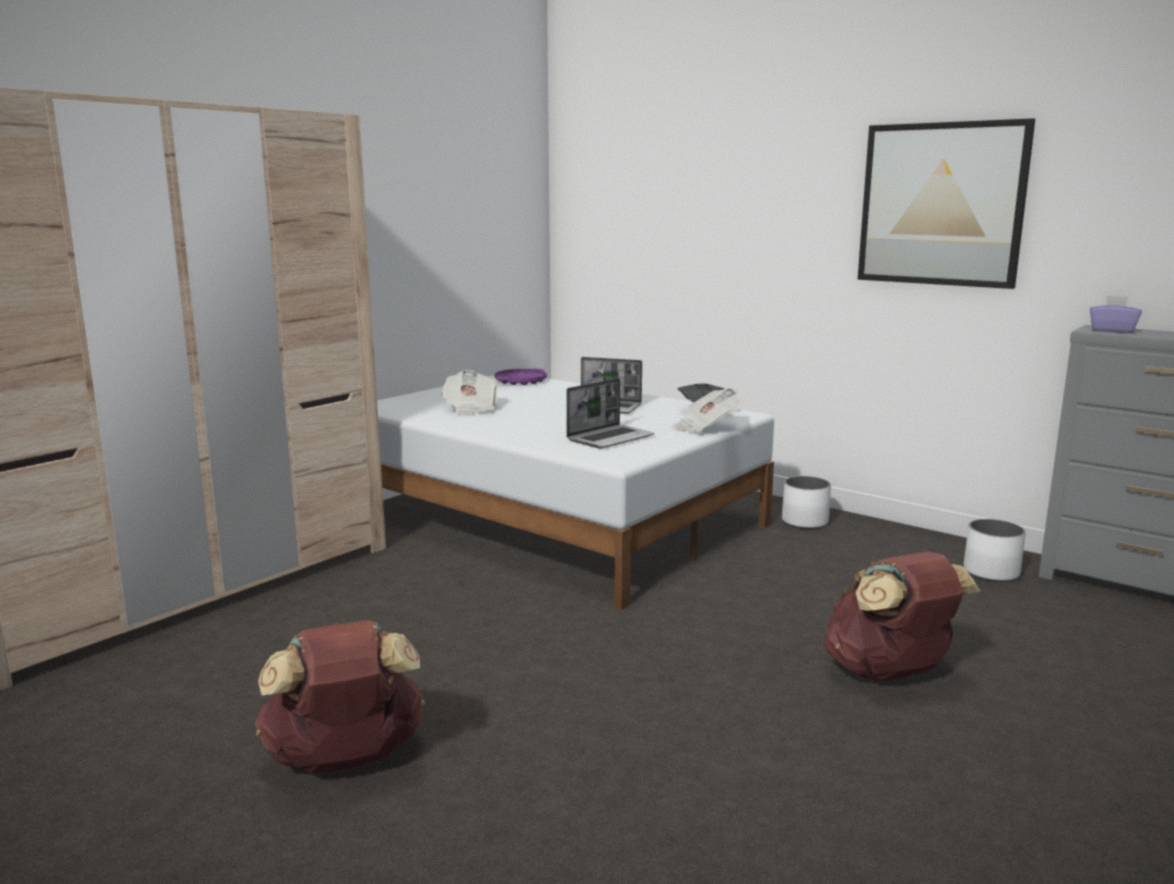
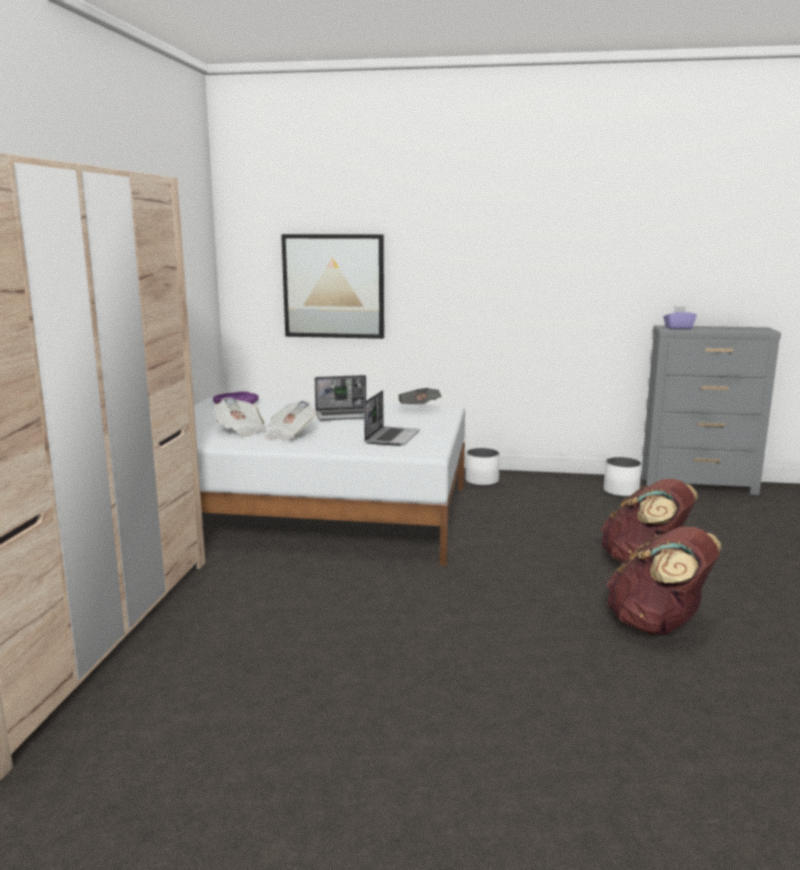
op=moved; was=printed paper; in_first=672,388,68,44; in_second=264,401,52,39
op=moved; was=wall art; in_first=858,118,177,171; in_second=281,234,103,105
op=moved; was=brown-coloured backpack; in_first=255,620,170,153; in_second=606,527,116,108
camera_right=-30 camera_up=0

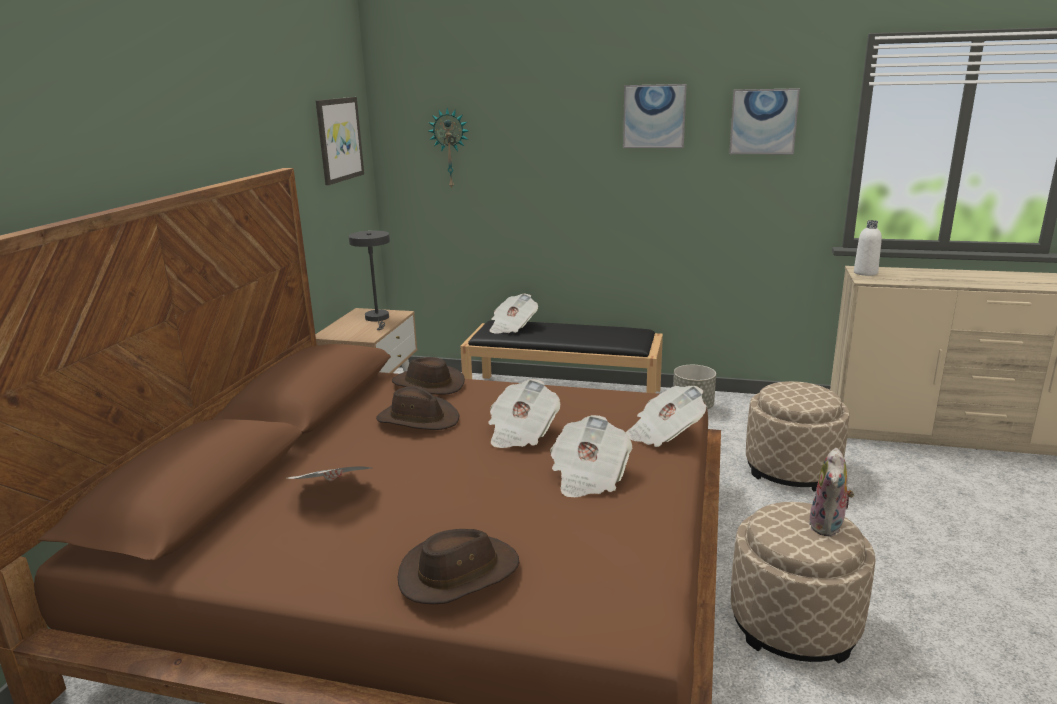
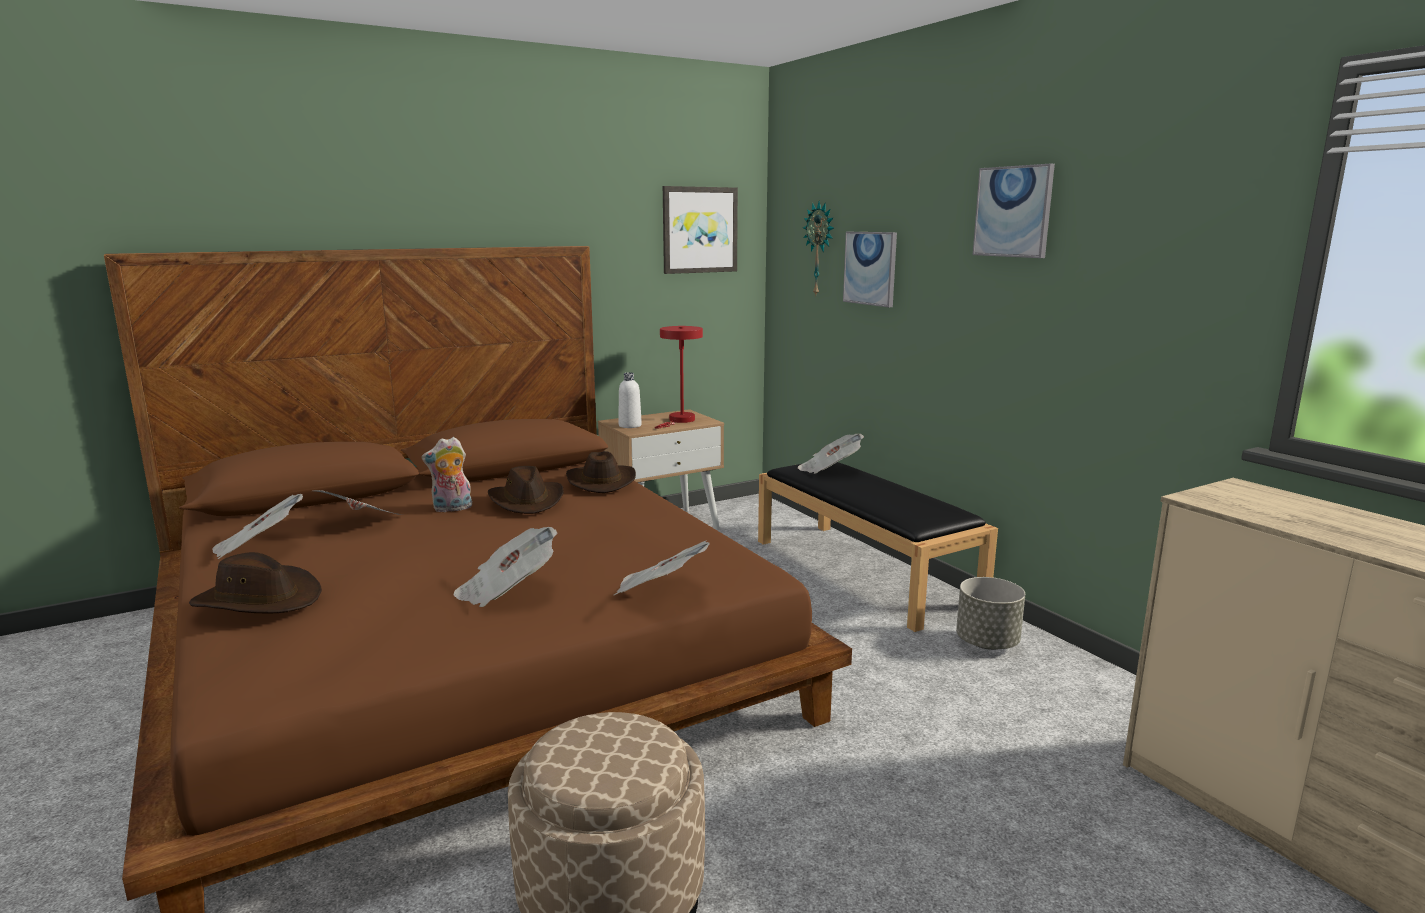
op=moved; was=printed paper; in_first=488,379,72,69; in_second=212,494,91,65
op=moved; was=soft toy; in_first=808,448,47,89; in_second=421,437,51,76
op=moved; was=white bottle; in_first=854,220,28,56; in_second=619,373,23,55
op=recoloured; was=grey tabletop lamp; now=reddish tabletop lamp; in_first=349,231,41,99; in_second=655,326,48,102
op=moved; was=wall art; in_first=729,88,71,66; in_second=843,232,54,75
op=removed; was=beige footrest; in_first=746,381,104,111
camera_right=45 camera_up=-5

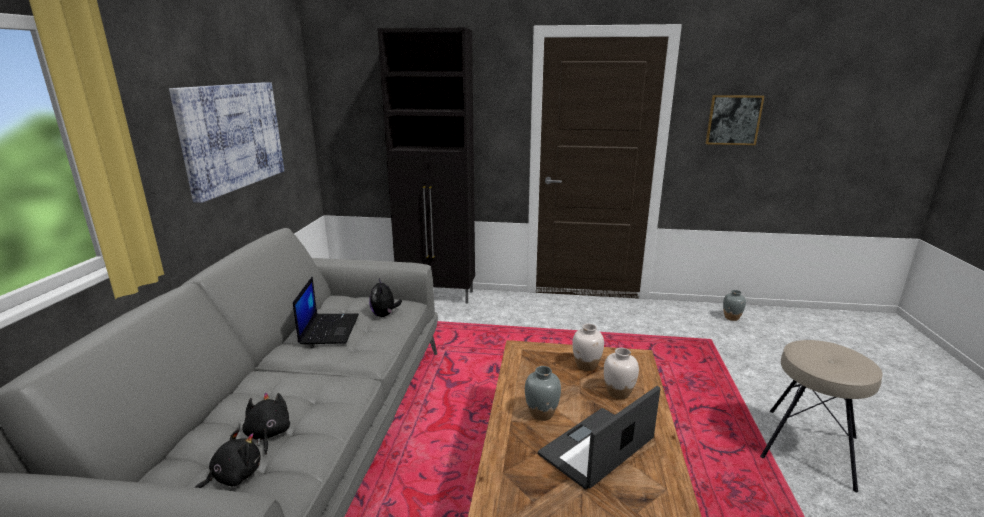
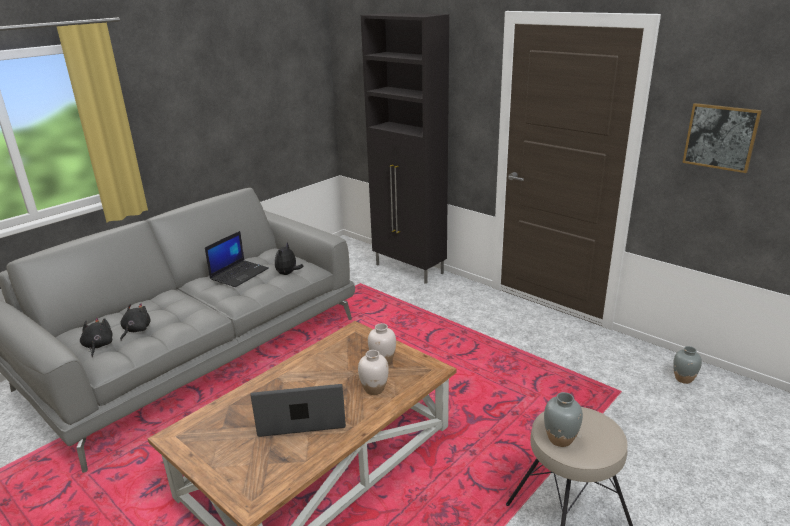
op=turned; was=black soft toy; in_first=194,429,67,59; in_second=80,318,32,39; clockwise=-90
op=moved; was=grey vase; in_first=525,366,36,55; in_second=544,392,39,55
op=removed; was=wall art; in_first=169,82,115,121
camera_right=35 camera_up=5

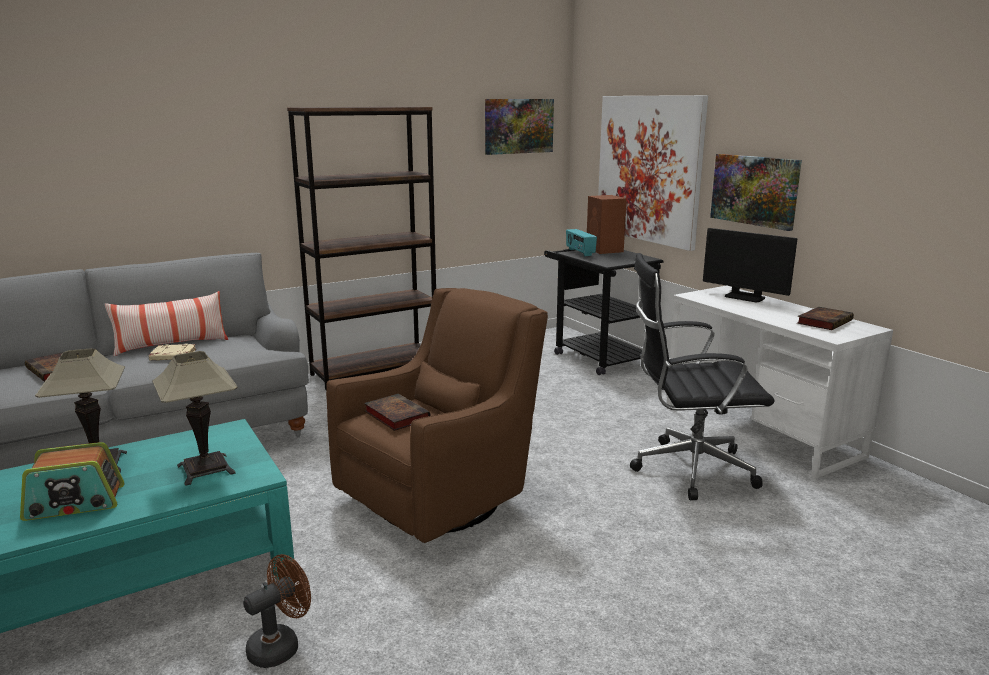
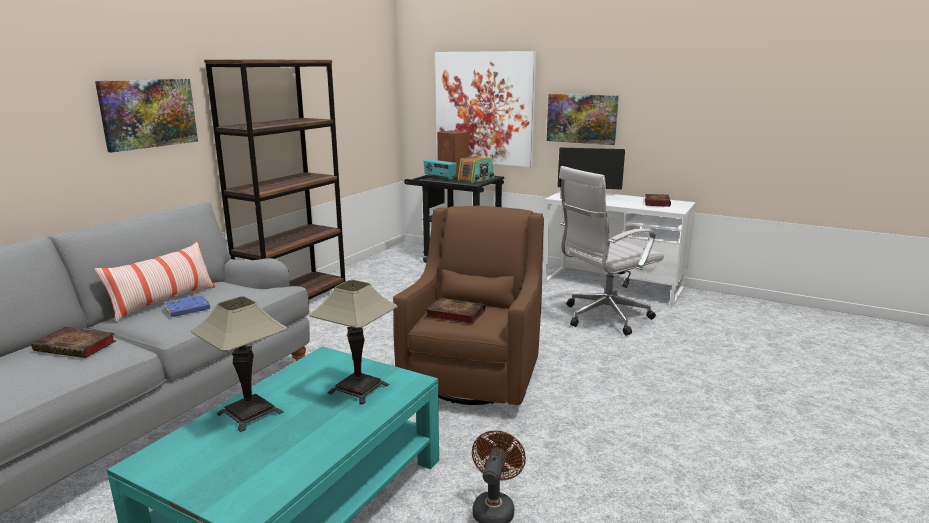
op=moved; was=wall art; in_first=485,99,69,56; in_second=95,79,103,73
op=recoloured; was=beige book; now=blue-coloured book; in_first=149,344,47,16; in_second=164,294,46,23
op=moved; was=radio set; in_first=20,442,104,79; in_second=458,156,36,27
op=recoloured; was=black office chair; now=white office chair; in_first=630,253,144,247; in_second=559,166,105,170
camera_right=-30 camera_up=0

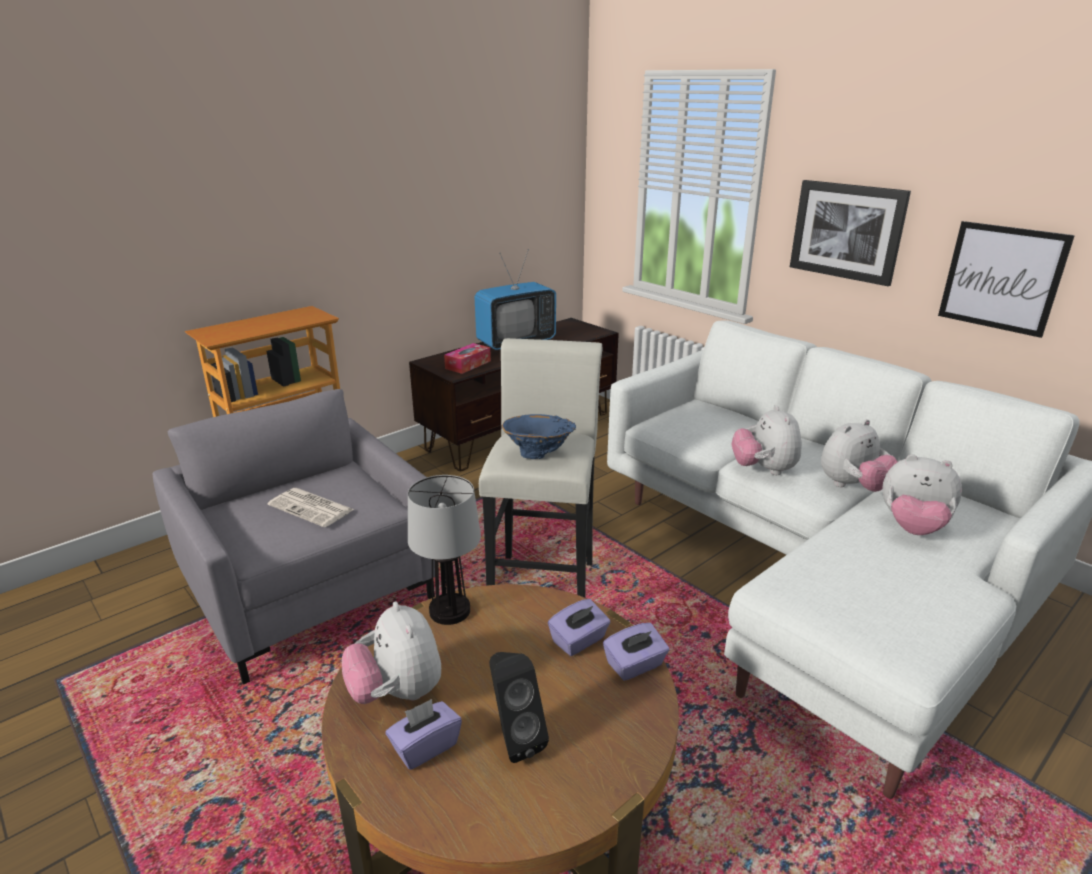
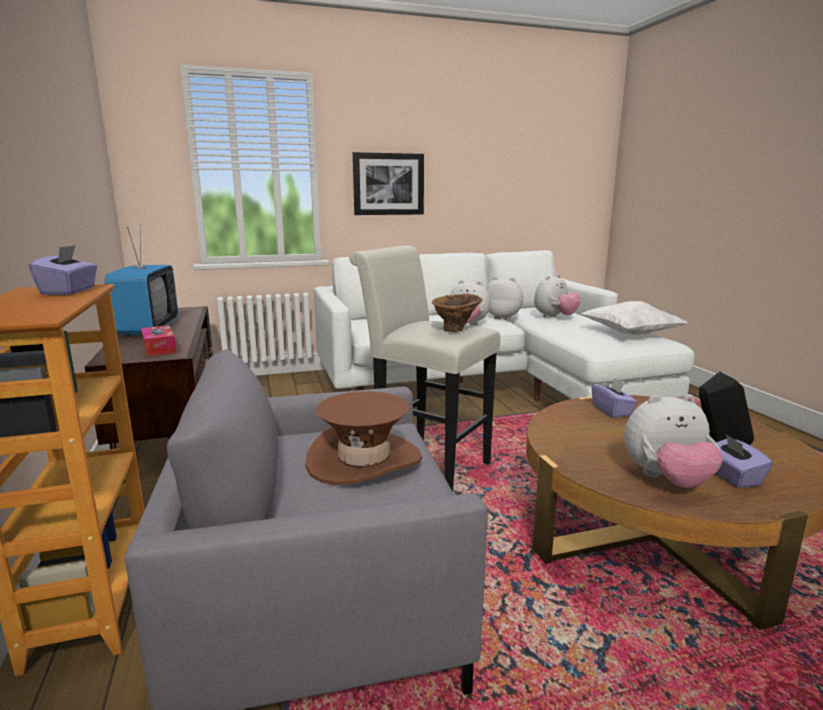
op=moved; was=purplish tissue box; in_first=603,623,66,58; in_second=29,245,69,50
op=replaced; was=printed paper; now=brown-coloured wearable hat; in_first=268,488,87,39; in_second=306,391,116,94
op=recoloured; was=blue-coloured vase; now=brown-coloured vase; in_first=502,414,74,45; in_second=432,294,51,38
op=turned; was=soft toy; in_first=821,419,76,73; in_second=486,277,37,43; clockwise=-60
op=added; now=white pillow; in_second=581,301,107,34
op=removed; was=tabletop lamp; in_first=408,475,73,150
op=removed; was=wall art; in_first=938,221,137,117
camera_right=-65 camera_up=-10

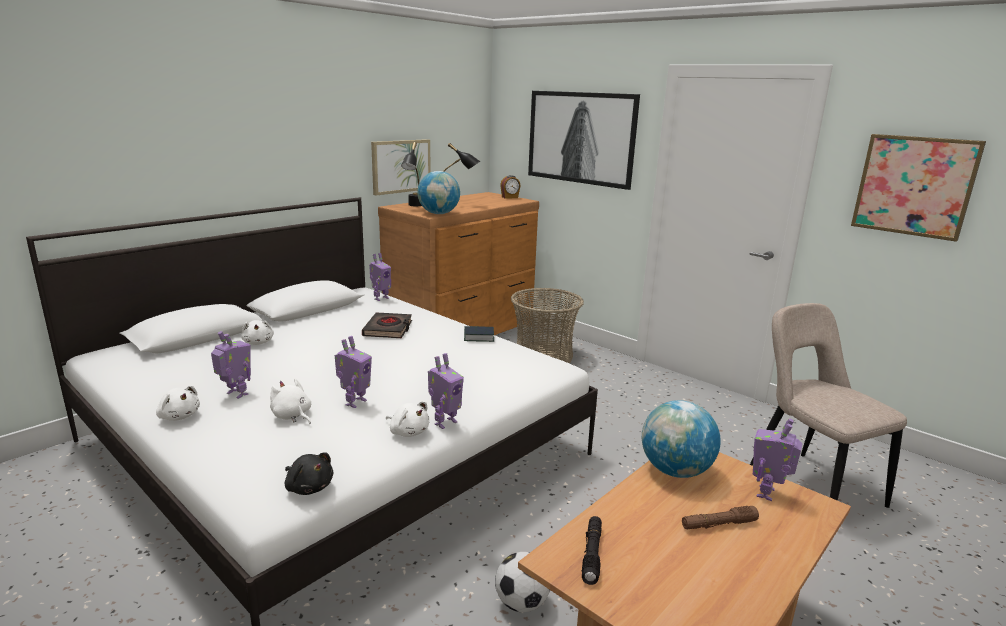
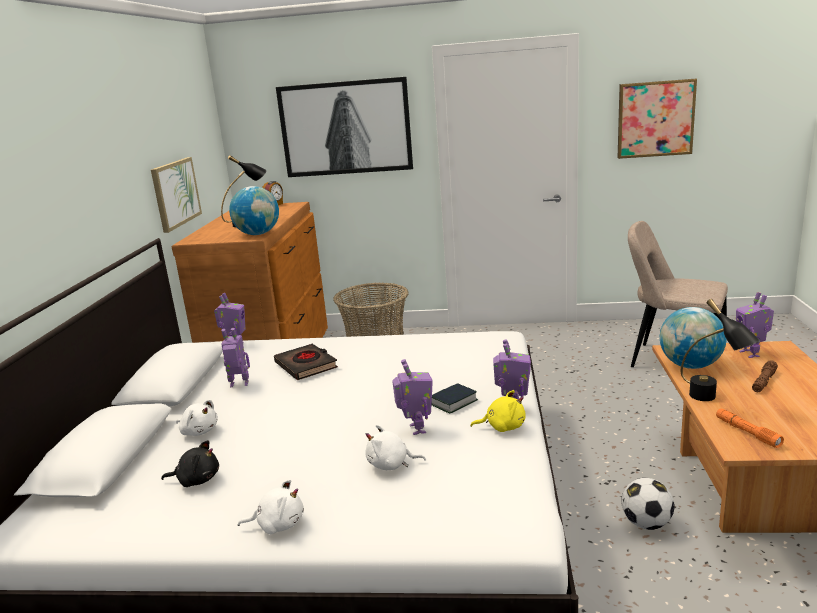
op=moved; was=black soft toy; in_first=285,452,48,43; in_second=161,440,58,47
op=moved; was=model robot; in_first=211,331,40,68; in_second=221,328,29,59
op=moved; was=book; in_first=464,326,30,16; in_second=431,383,47,31
op=recoloured; was=white soft toy; now=yellowish soft toy; in_first=386,401,43,36; in_second=471,390,55,42
op=moved; was=black tabletop lamp; in_first=401,142,21,64; in_second=681,299,79,102
op=recoloured; was=black torch; now=orange-coloured torch; in_first=582,516,20,69; in_second=716,409,68,39
camera_right=-35 camera_up=0

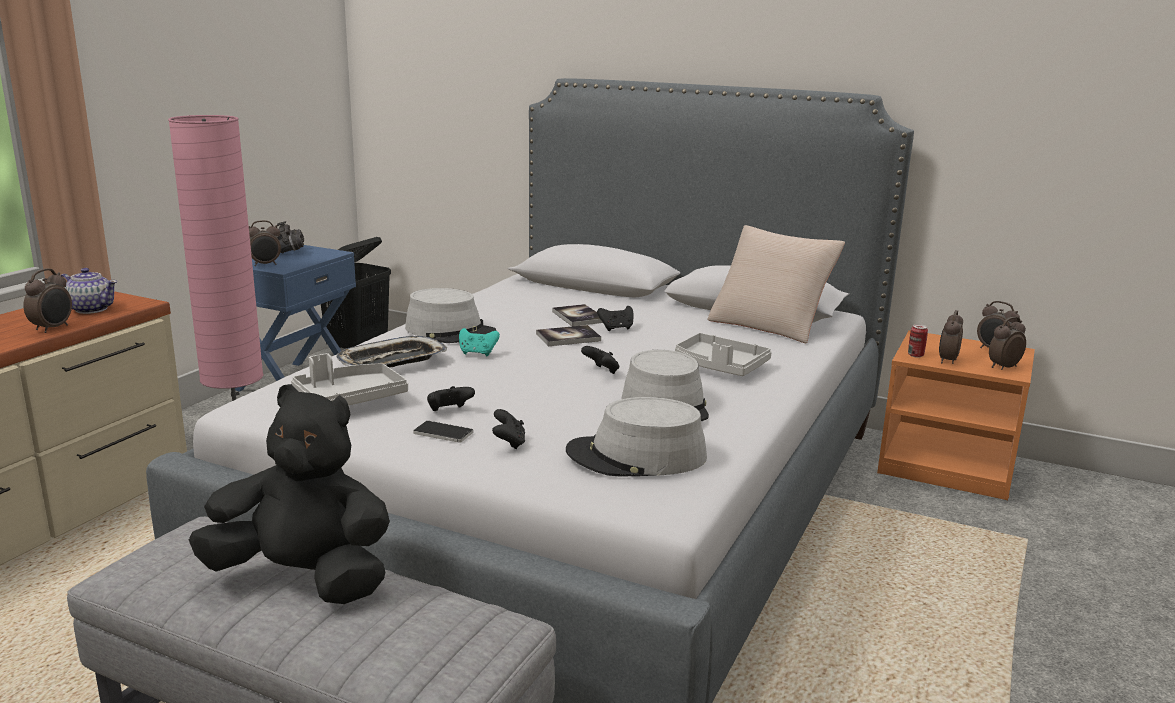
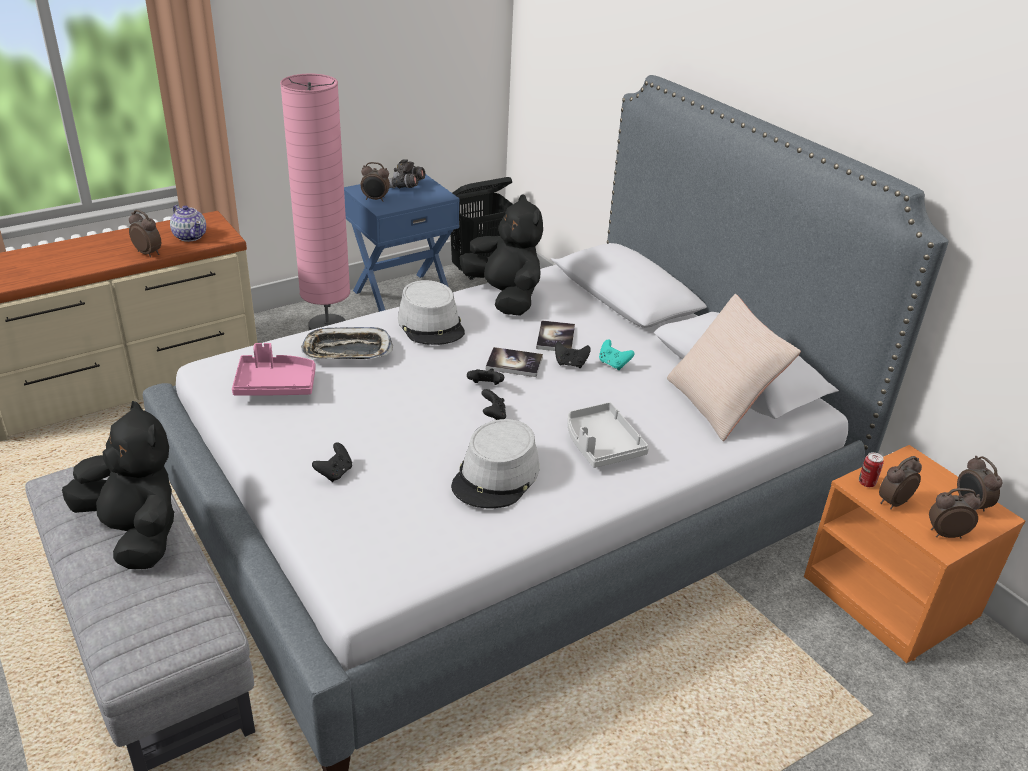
op=turned; was=bedside clock; in_first=23,268,49,65; in_second=129,210,32,47; clockwise=-105
op=recoloured; was=grey tray; now=pink-coloured tray; in_first=291,353,117,52; in_second=232,343,84,53
op=added; now=black soft toy; in_second=459,194,84,122
op=moved; was=black game controller; in_first=427,386,48,25; in_second=467,369,37,16
op=moved; was=turquoise-coloured game controller; in_first=459,328,41,28; in_second=599,339,36,31
op=removed; was=phone; in_first=413,421,60,22
op=removed; was=grey wearable hat; in_first=566,397,141,80
camera_right=30 camera_up=15

